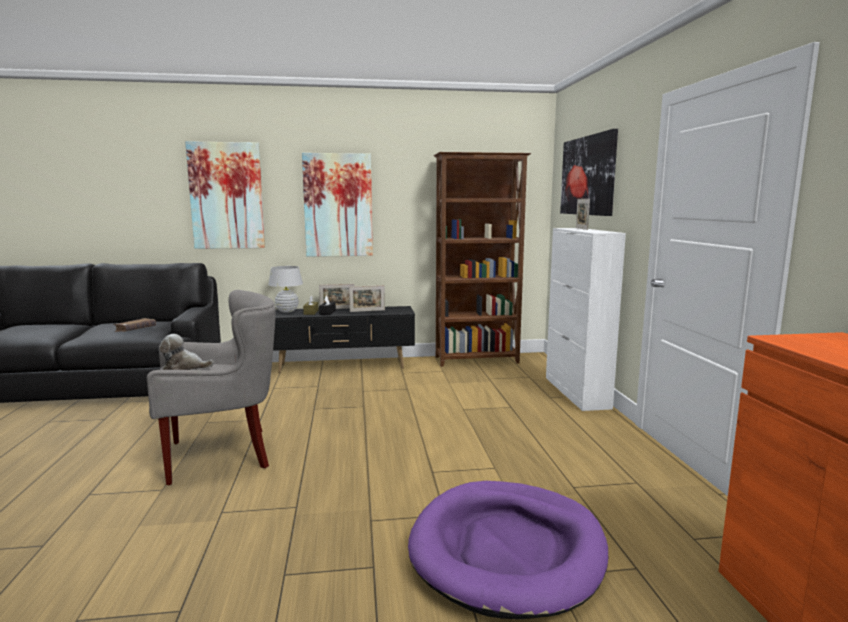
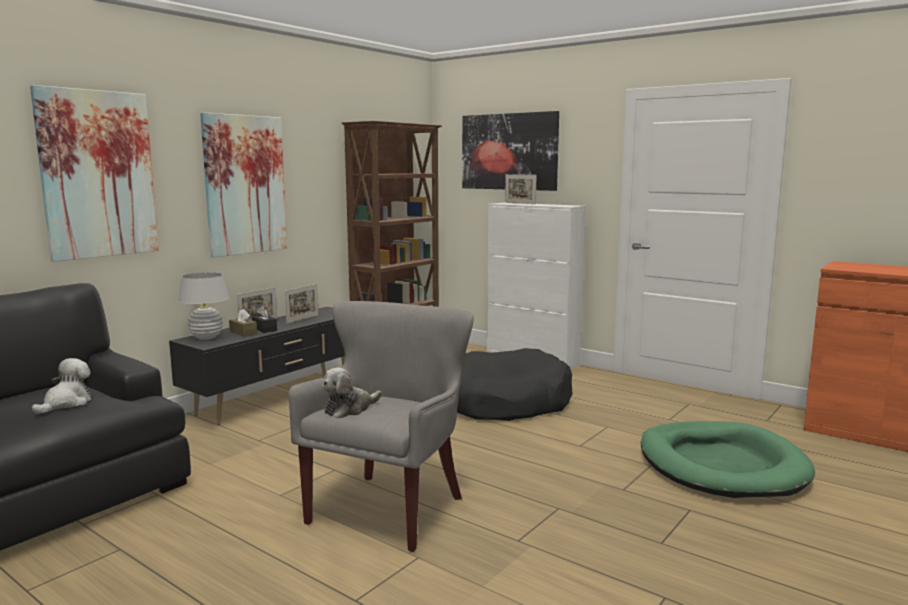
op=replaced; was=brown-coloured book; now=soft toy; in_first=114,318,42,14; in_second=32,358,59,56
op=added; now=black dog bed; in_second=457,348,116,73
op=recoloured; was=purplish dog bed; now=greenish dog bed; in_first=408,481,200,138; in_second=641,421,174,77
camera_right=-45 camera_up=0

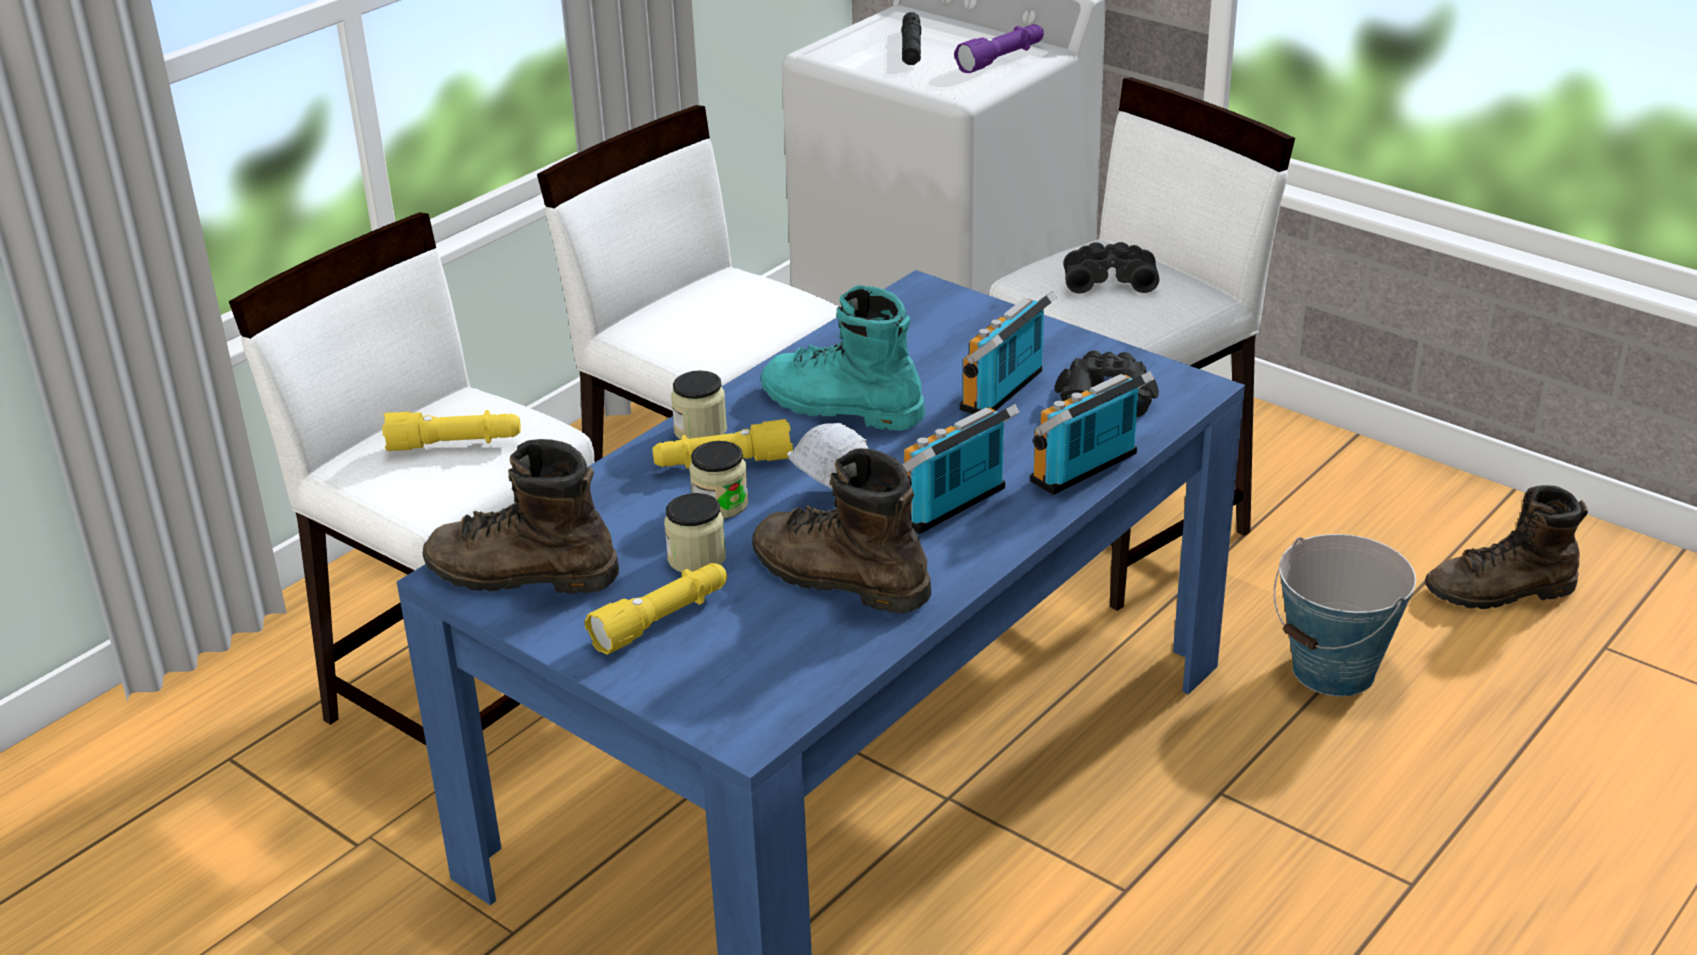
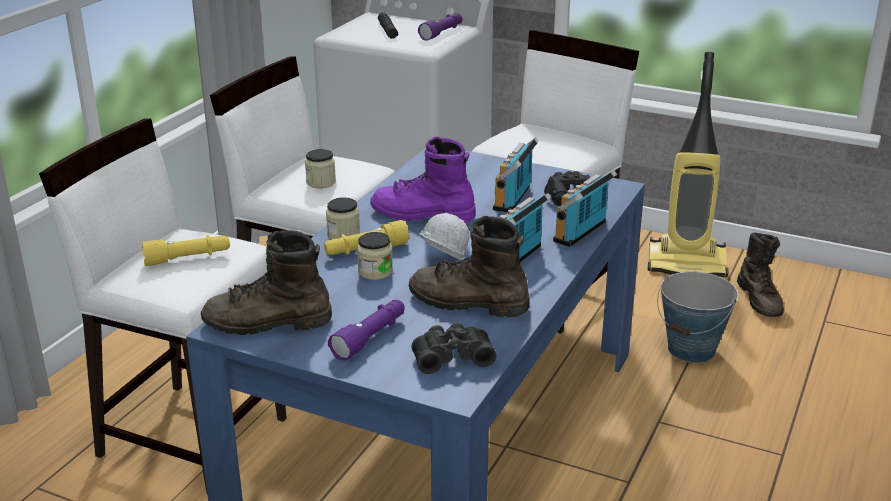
op=moved; was=jar; in_first=664,493,62,79; in_second=305,149,31,39
op=recoloured; was=yellowish torch; now=purplish torch; in_first=585,563,142,92; in_second=328,300,77,60
op=recoloured; was=turquoise-coloured tall boot; now=purplish tall boot; in_first=761,285,164,146; in_second=370,137,106,86
op=moved; was=black binoculars; in_first=1063,242,96,52; in_second=411,323,86,51
op=added; now=hoover; in_second=648,52,80,225
op=turned; was=brown-coloured tall boot; in_first=1425,485,163,124; in_second=737,233,47,84; clockwise=-75
camera_right=-15 camera_up=-5

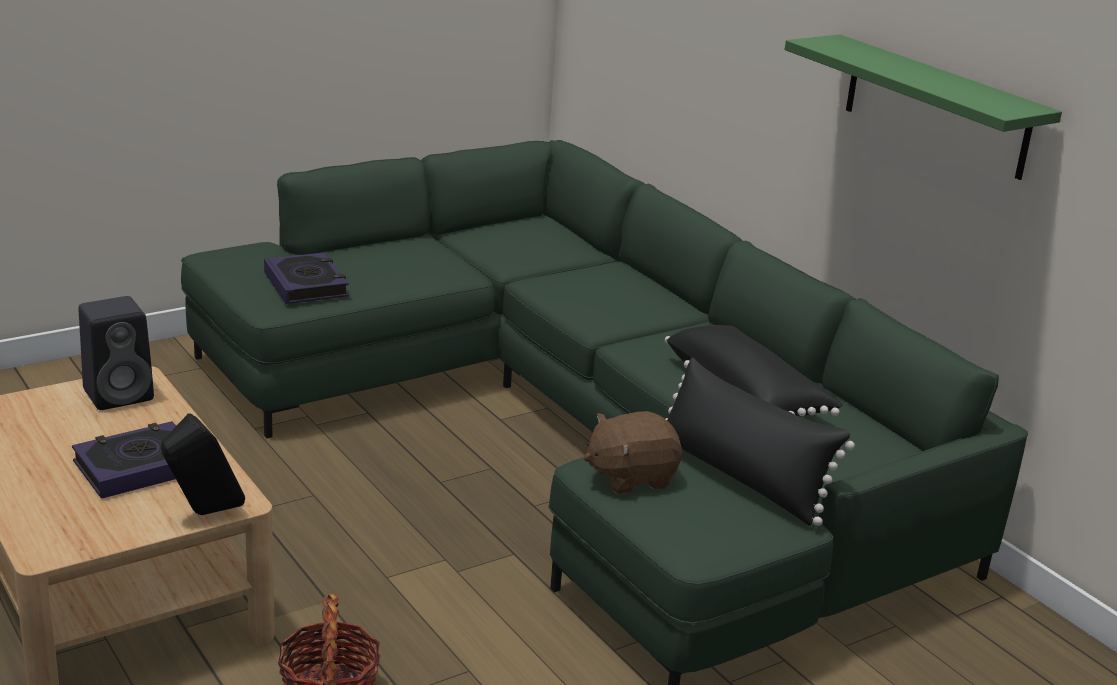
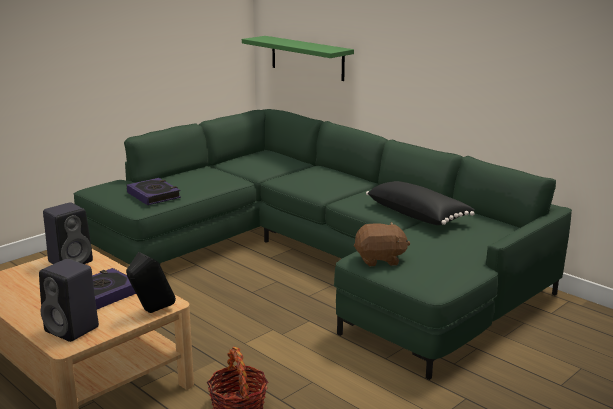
op=added; now=black speaker; in_second=39,259,60,83
op=moved; was=greenish bracket shelf; in_first=785,34,277,146; in_second=242,36,112,45
op=turned; was=brown-coloured soft toy; in_first=584,411,98,83; in_second=354,222,56,44; clockwise=-150
op=removed; was=black pillow; in_first=666,357,189,169
camera_right=-10 camera_up=-5

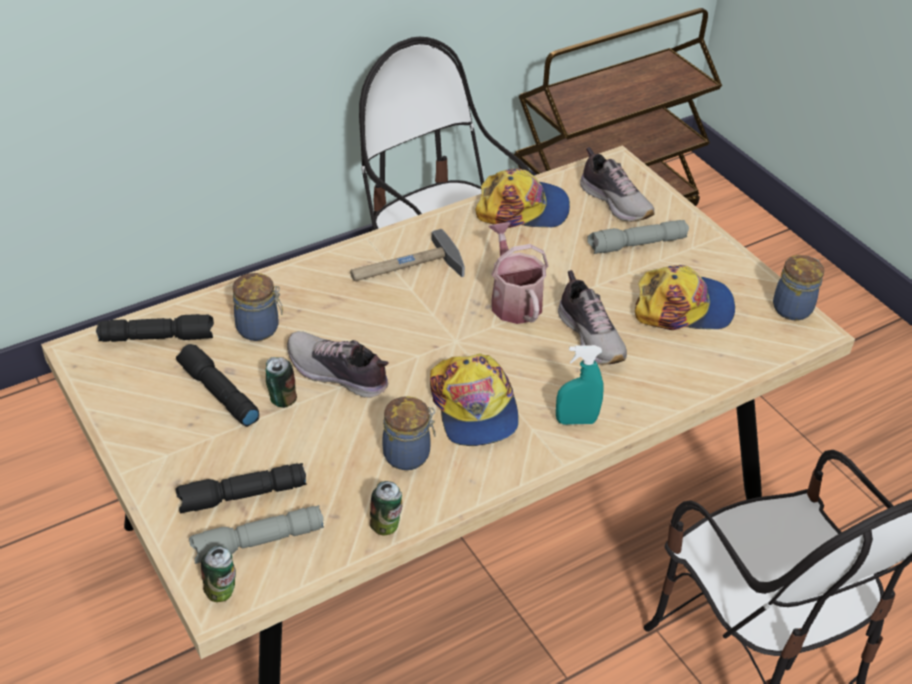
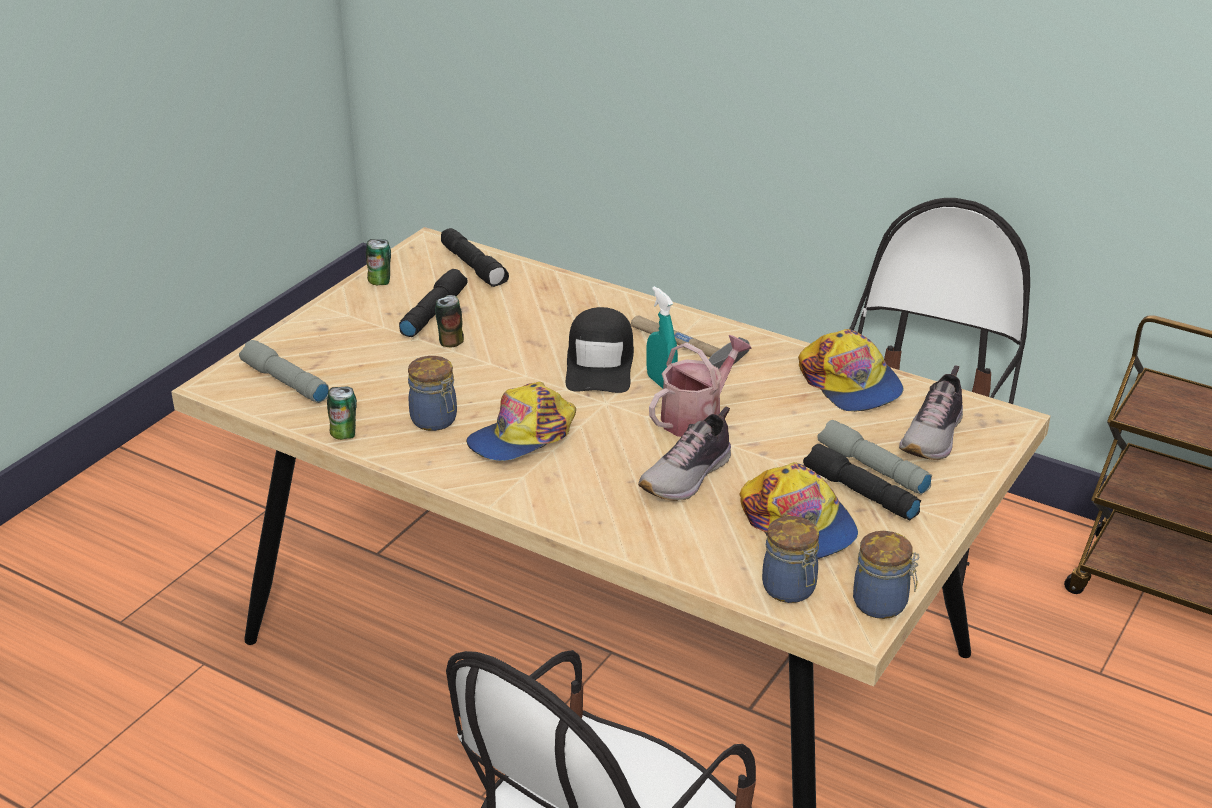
op=moved; was=sealed can; in_first=201,546,35,56; in_second=366,239,25,46
op=added; now=black cap; in_second=566,307,68,86
op=moved; was=turquoise-coloured sprayer; in_first=556,345,48,80; in_second=646,286,32,103
op=moved; was=jar; in_first=233,273,50,68; in_second=762,516,57,87
op=moved; was=black torch; in_first=176,463,131,50; in_second=803,444,118,76
op=removed; was=low shoe; in_first=287,331,102,67
camera_right=65 camera_up=-10

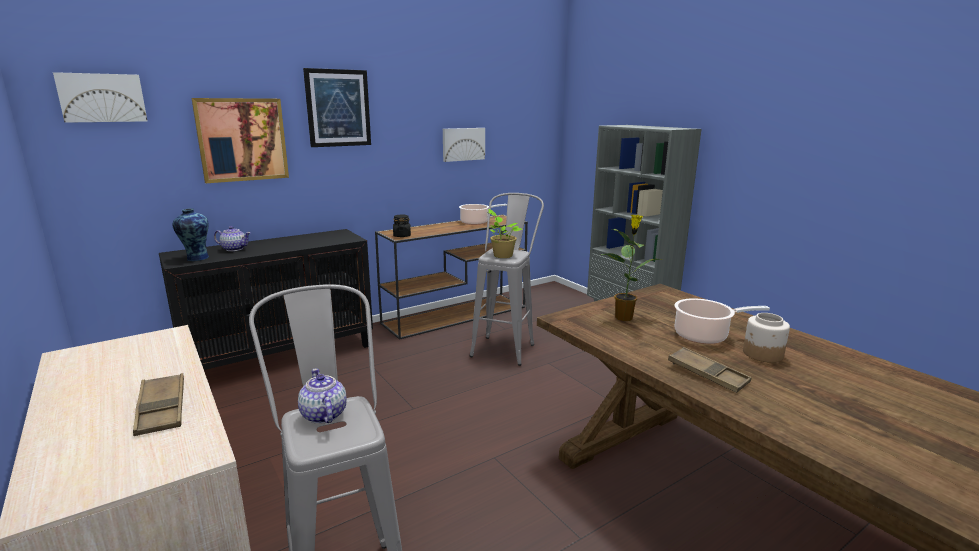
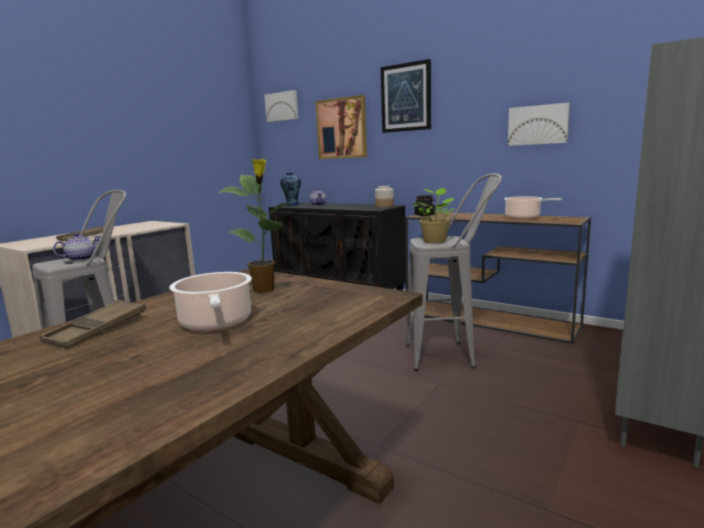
op=moved; was=jar; in_first=743,313,47,50; in_second=375,186,19,22
camera_right=70 camera_up=-5

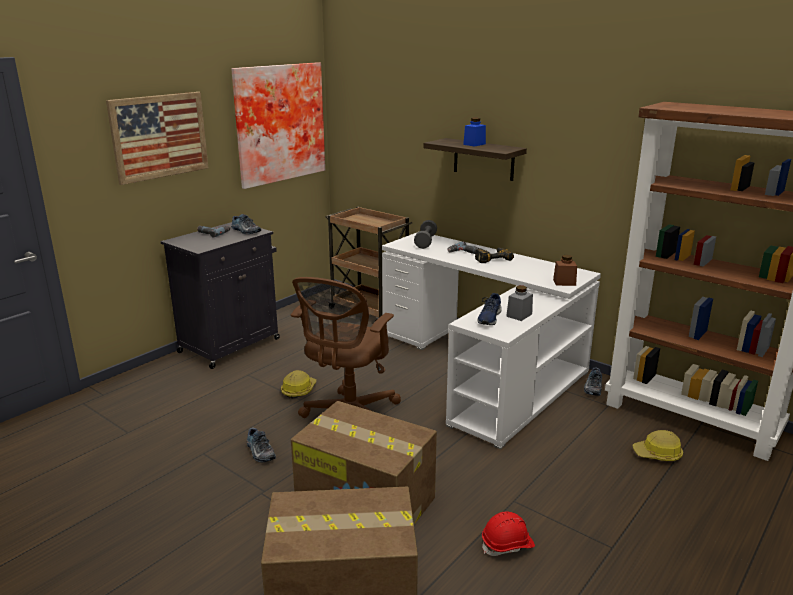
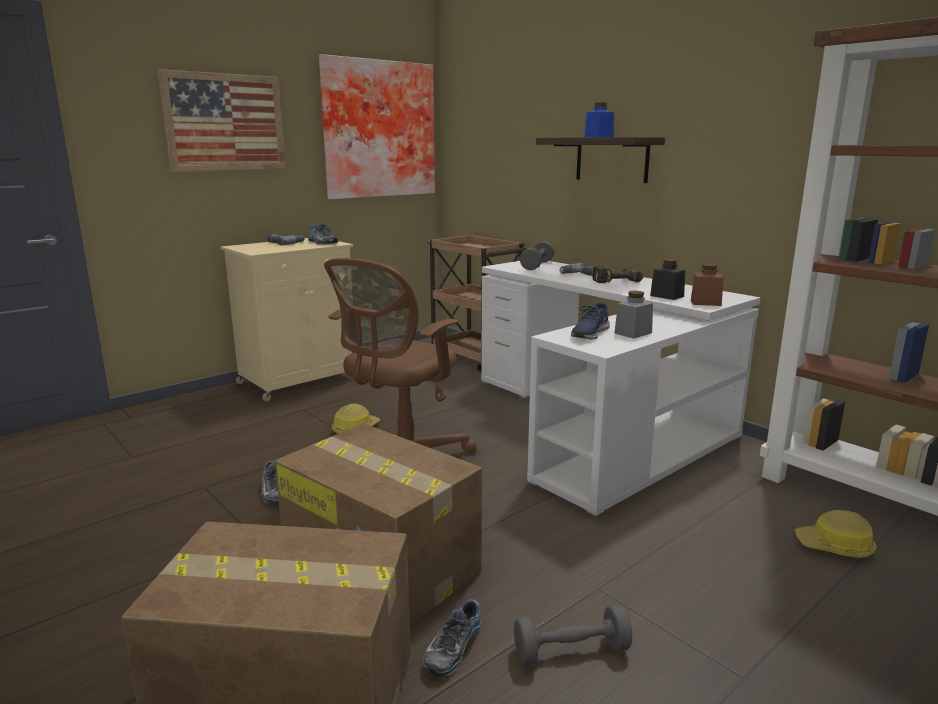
op=recoloured; was=black cupboard; now=beige cupboard; in_first=160,222,120,147; in_second=220,238,133,163
op=moved; was=low shoe; in_first=584,368,18,28; in_second=422,599,60,78
op=replaced; was=reddish work helmet; now=grey free weight; in_first=482,511,53,45; in_second=514,604,118,61
op=added; now=black jar; in_second=650,259,35,41
camera_right=10 camera_up=-5

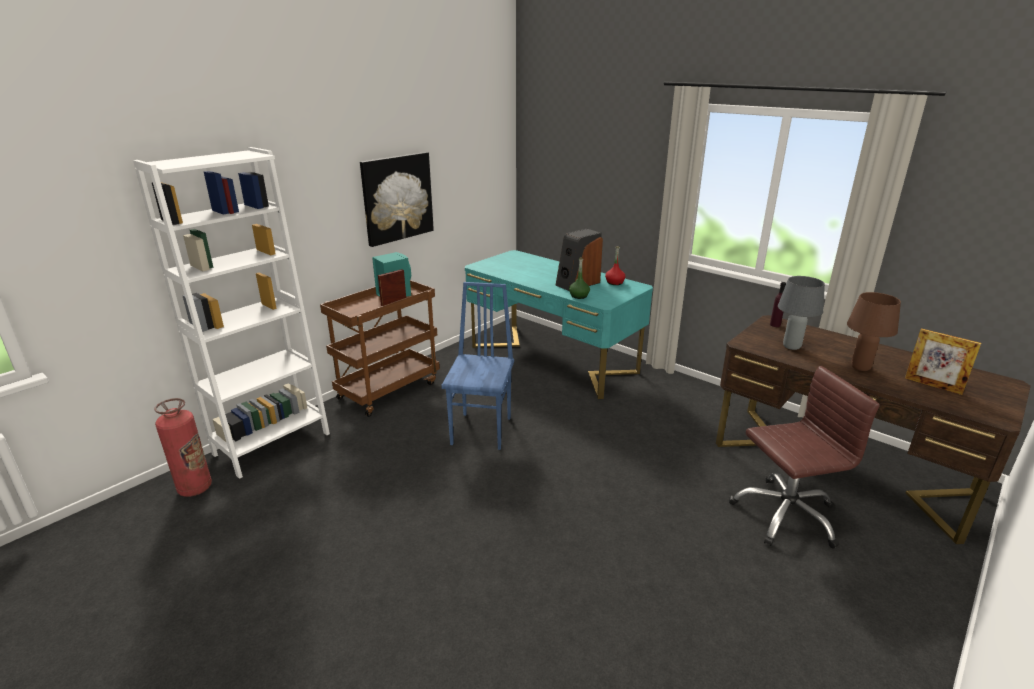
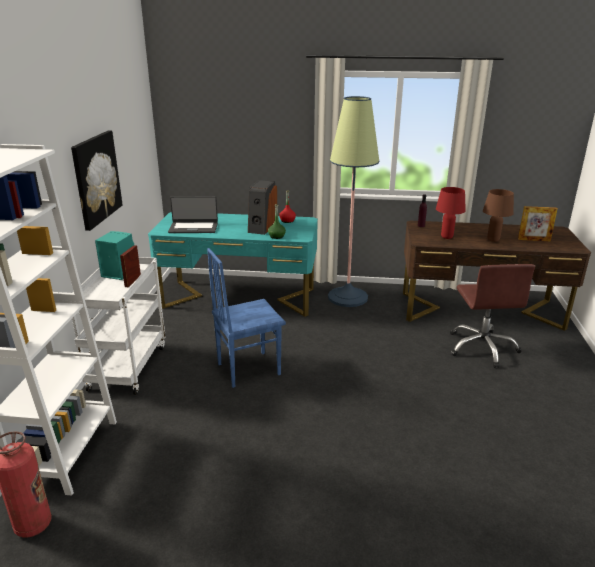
op=recoloured; was=brown-coloured cart; now=white cart; in_first=320,280,120,137; in_second=72,257,93,138
op=added; now=portable computer; in_second=168,196,50,37
op=turned; was=blue-coloured upright chair; in_first=441,282,73,168; in_second=207,248,79,140; clockwise=-90
op=added; now=standard lamp; in_second=328,96,51,211
op=recoloured; was=grey tabletop lamp; now=reddish tabletop lamp; in_first=778,276,47,74; in_second=436,187,30,52
op=turned; was=brown-coloured office chair; in_first=729,366,151,183; in_second=450,264,85,104; clockwise=135
camera_right=-35 camera_up=0

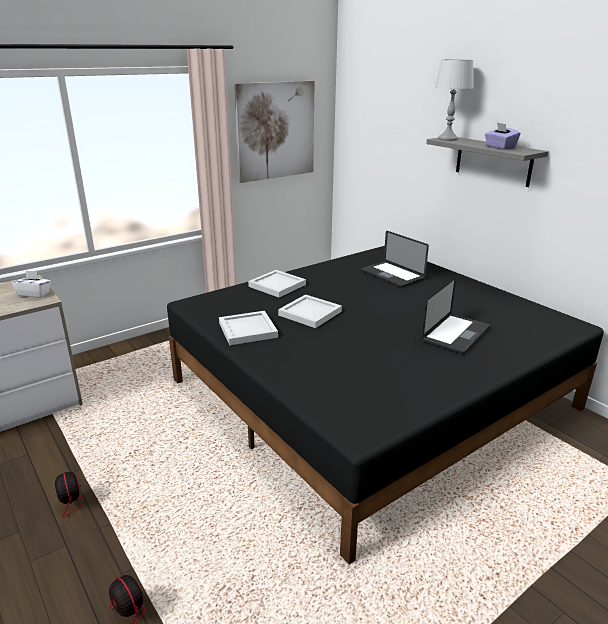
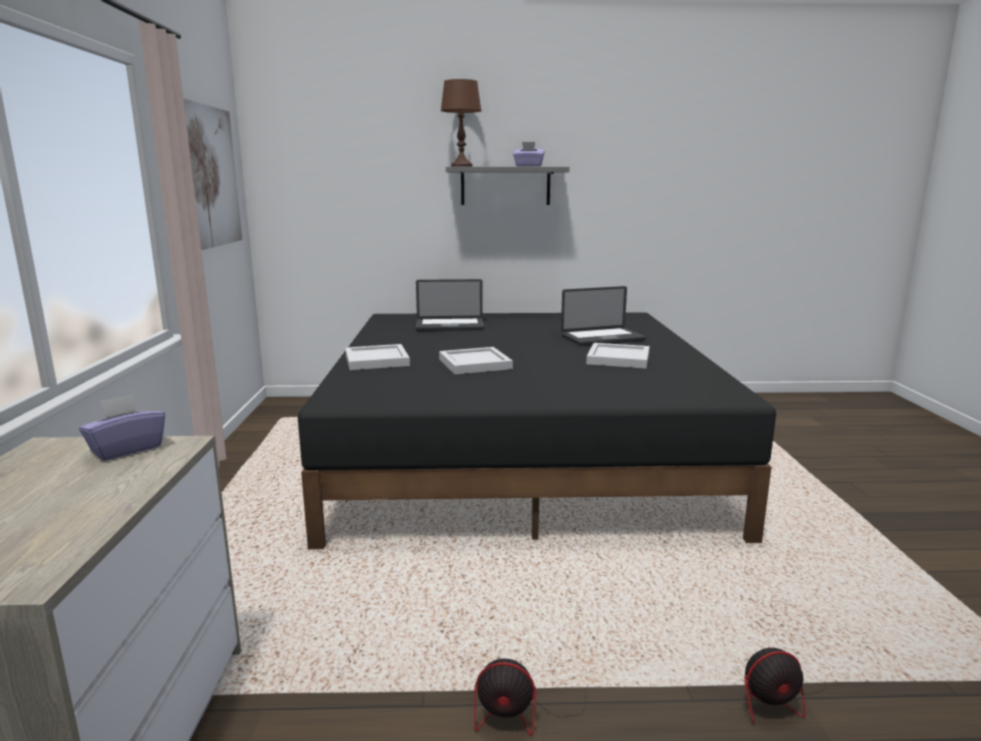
op=recoloured; was=white tissue box; now=purplish tissue box; in_first=11,270,40,28; in_second=79,394,86,67
op=recoloured; was=grey tabletop lamp; now=brown-coloured tabletop lamp; in_first=435,59,39,82; in_second=441,79,41,88
op=turned; was=portable computer; in_first=422,277,68,77; in_second=561,286,85,60; clockwise=90
op=moved; was=white tray; in_first=219,311,59,34; in_second=586,343,64,25
camera_right=-55 camera_up=-10

